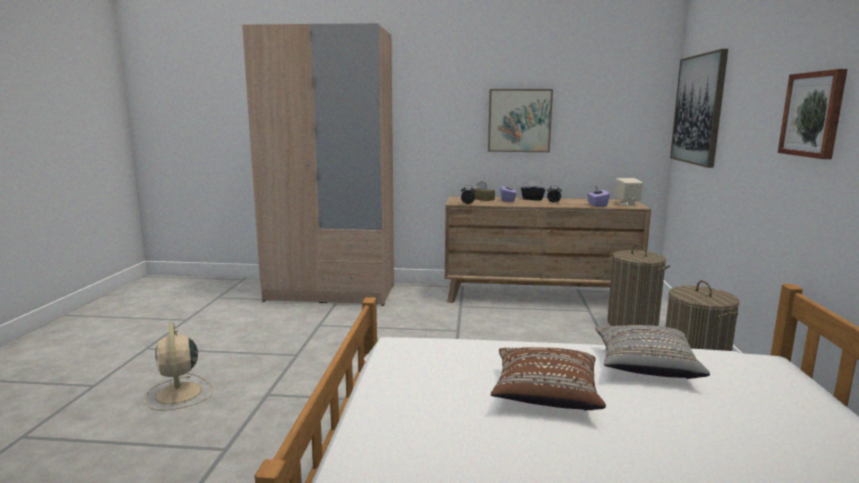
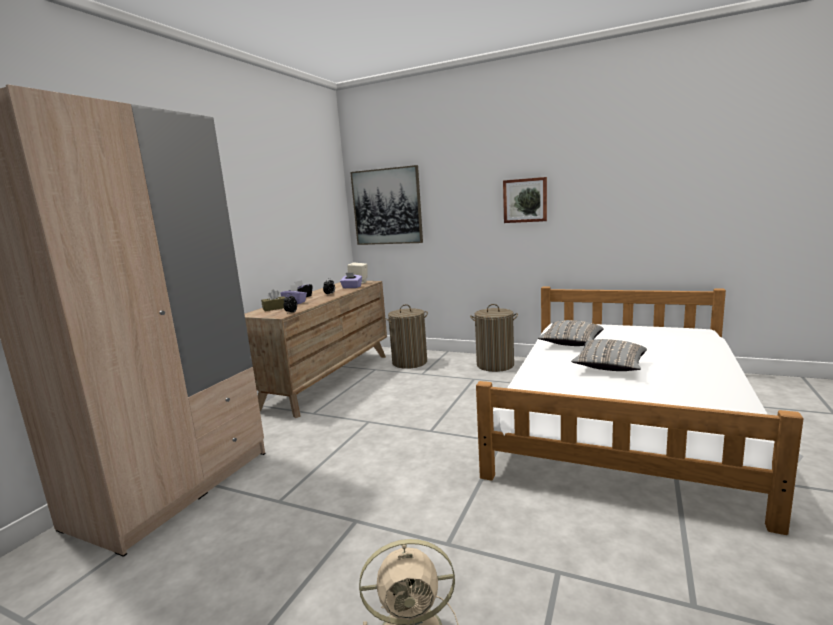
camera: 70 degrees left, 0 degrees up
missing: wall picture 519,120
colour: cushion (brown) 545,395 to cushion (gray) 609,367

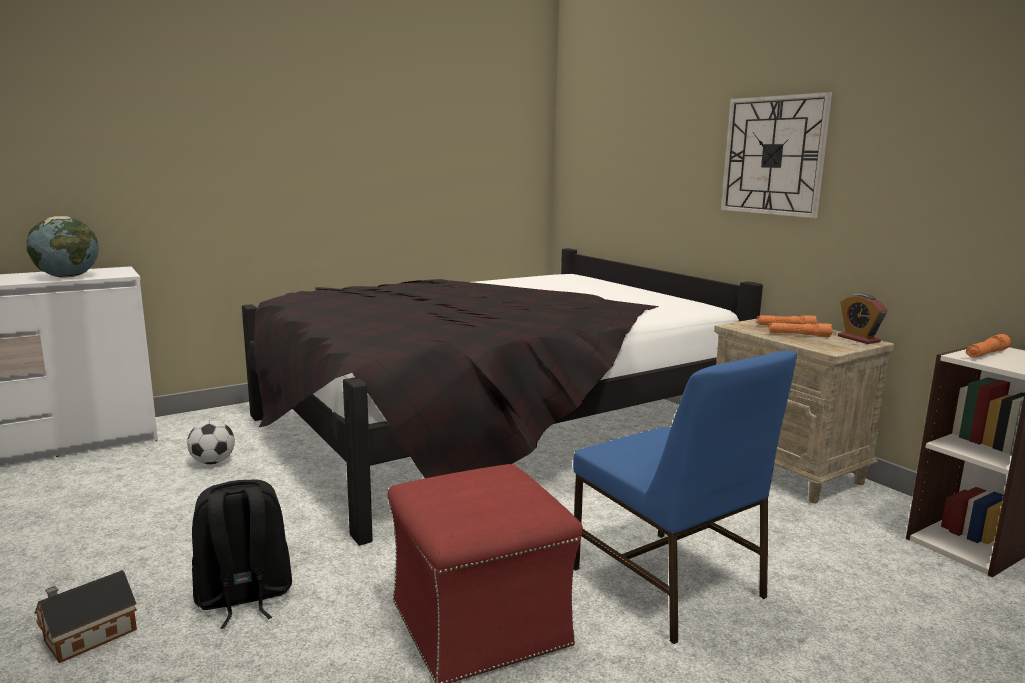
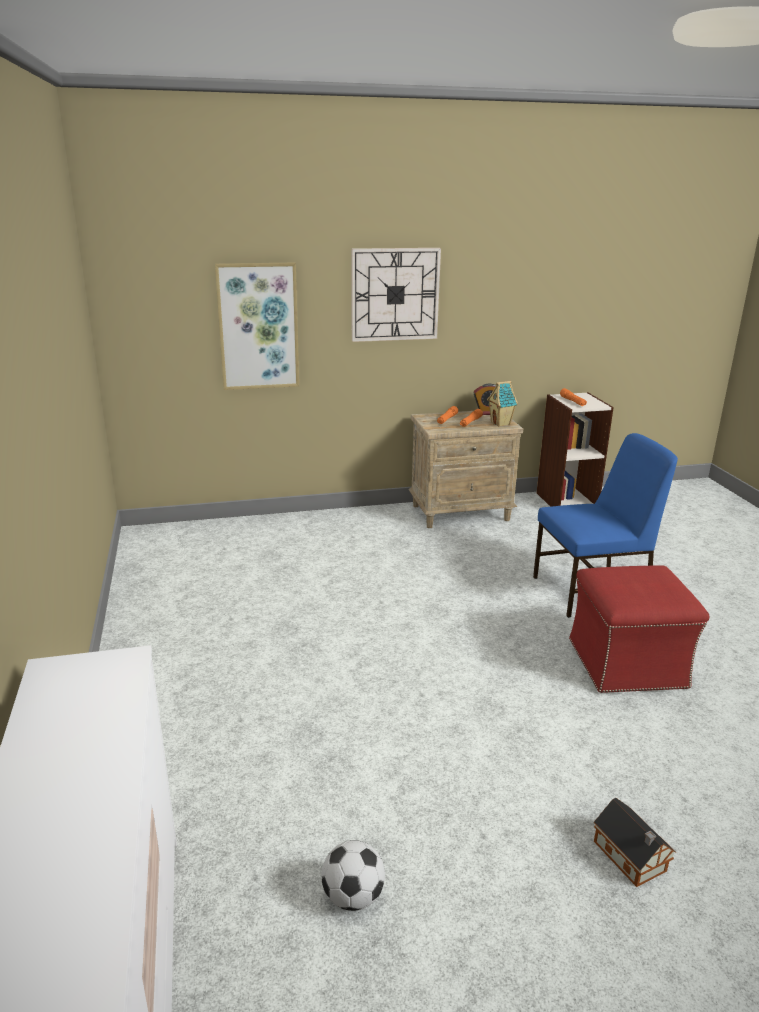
camera: 70 degrees left, 10 degrees up
missing: world globe 68,277; backpack (black-coloured) 243,597; bed (black-coloured) 492,426
appeared: wall picture 258,327; model house 501,423
relocated: ball for football 212,462 to 353,897

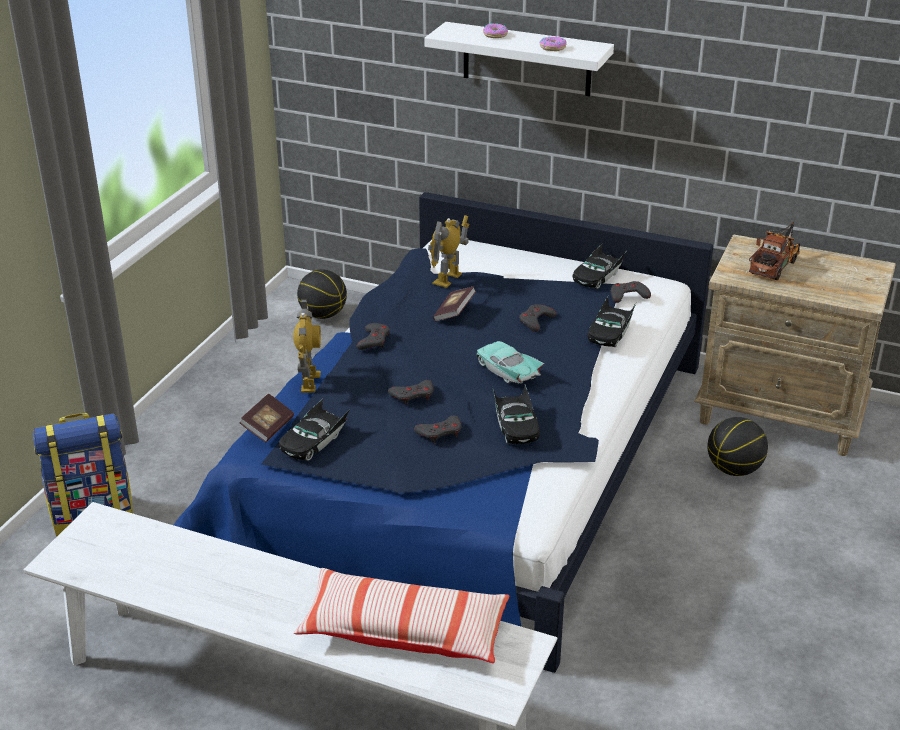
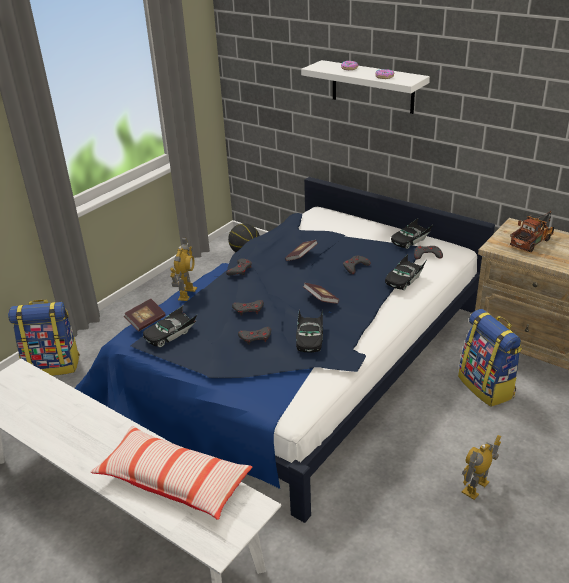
camera: 15 degrees right, 0 degrees up
relocated: robot figure 448,279 to 476,488
exchanged: miniature car (turquoise-coloured) 508,371 to bound book 321,300; ball for basketball 734,469 to backpack 487,387

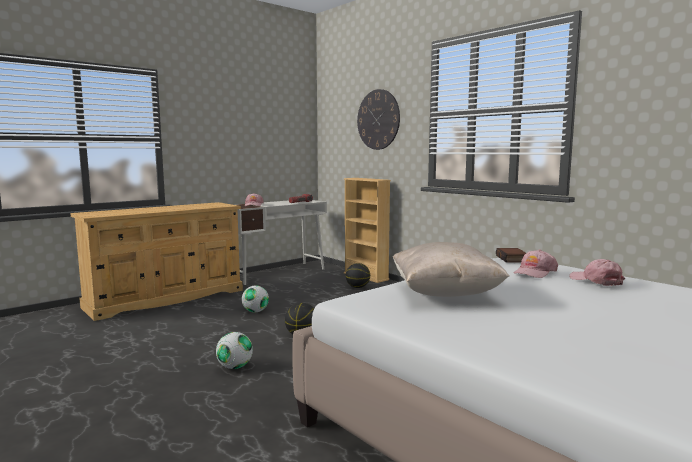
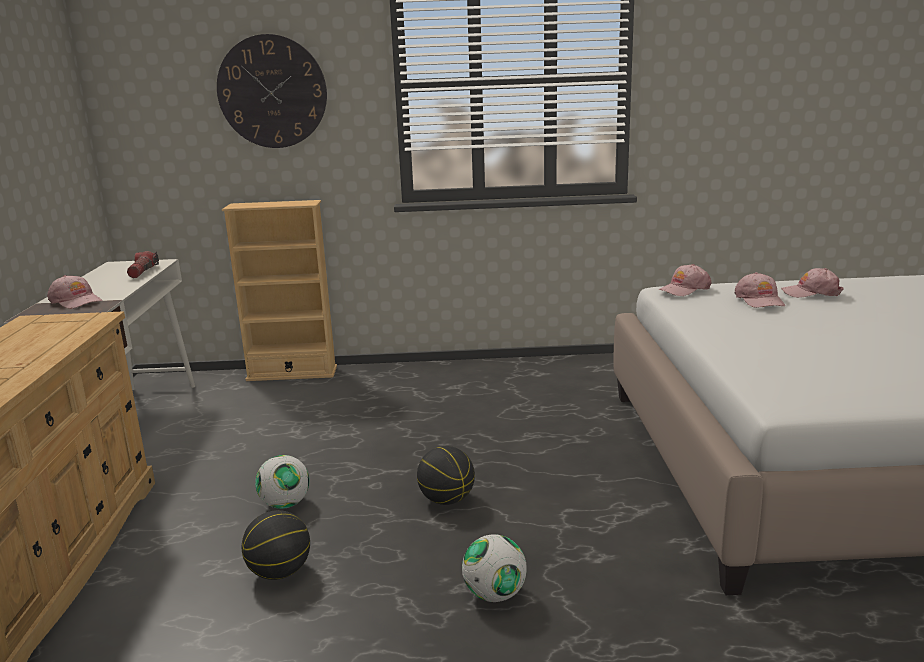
camera: 50 degrees left, 10 degrees up
missing: cushion (sand-coloured) 445,294
relocated: ball for basketball 357,287 to 279,572
exchanged: bound book 513,259 to peaked cap (pink) 684,289

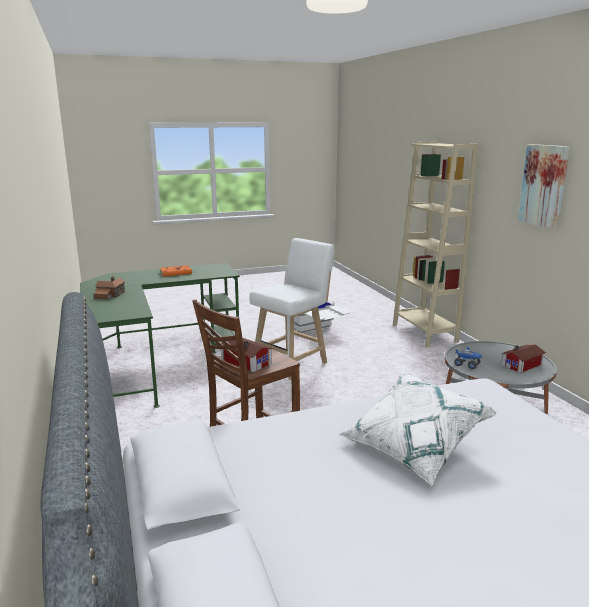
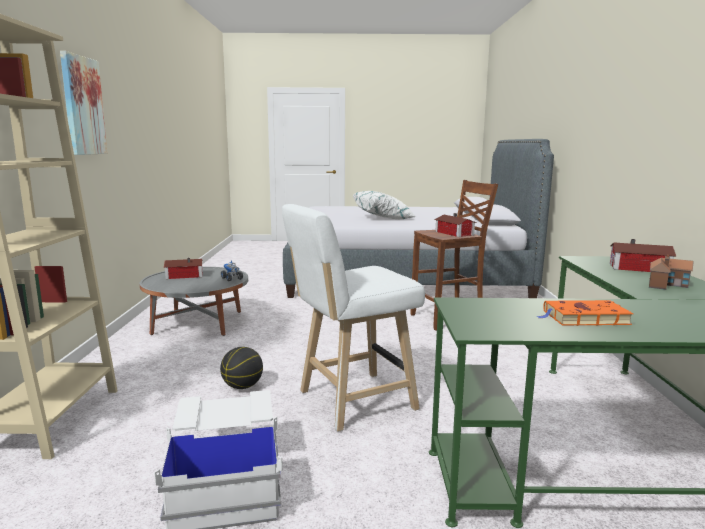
camera: 160 degrees left, 5 degrees down
appeared: ball for basketball 242,386; model house 641,268

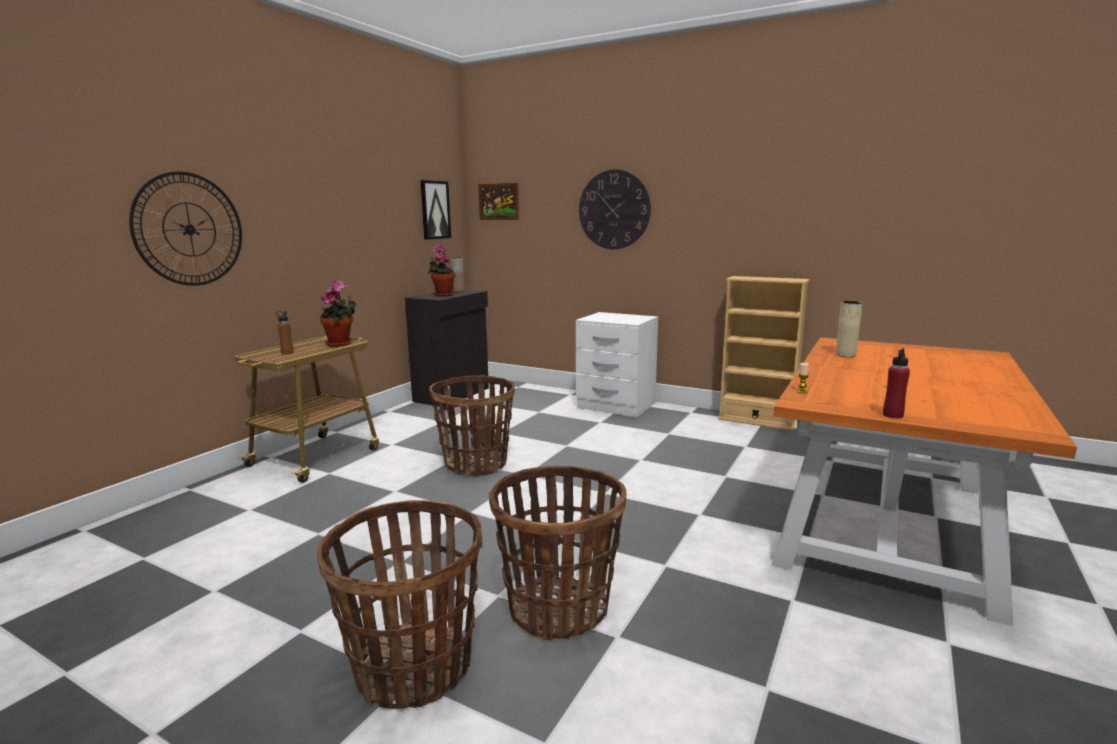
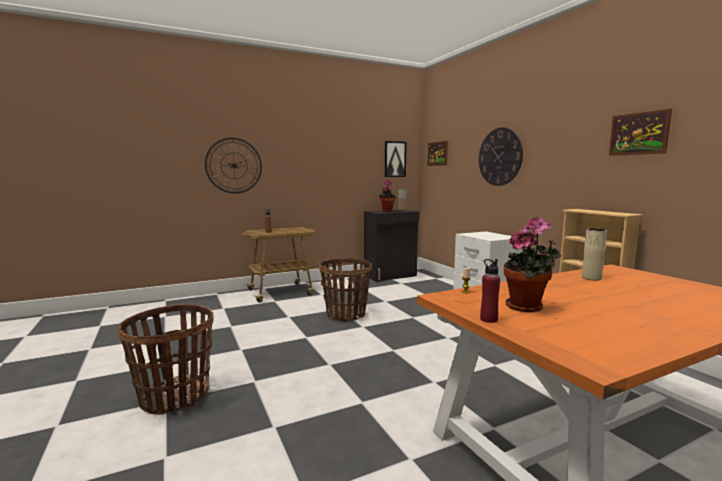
camera: 35 degrees right, 5 degrees down
missing: household basket 558,609
appeared: wall picture 638,133
relocated: houseplant 341,344 to 527,307

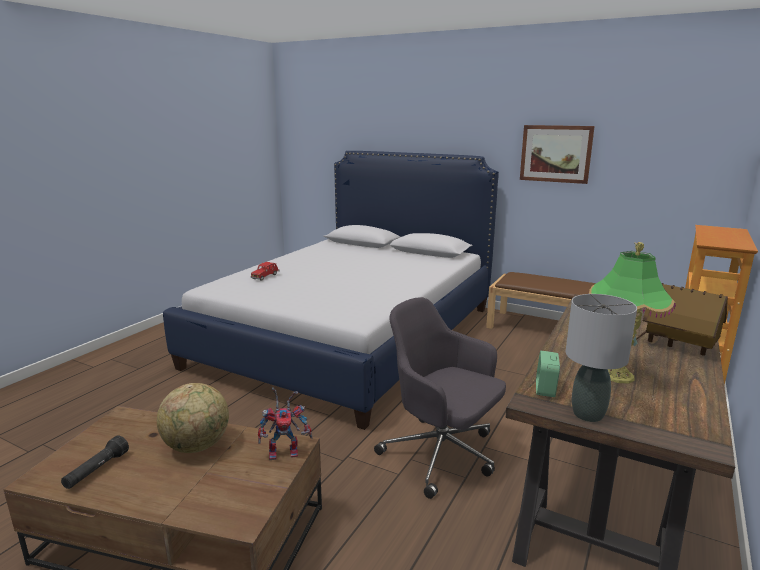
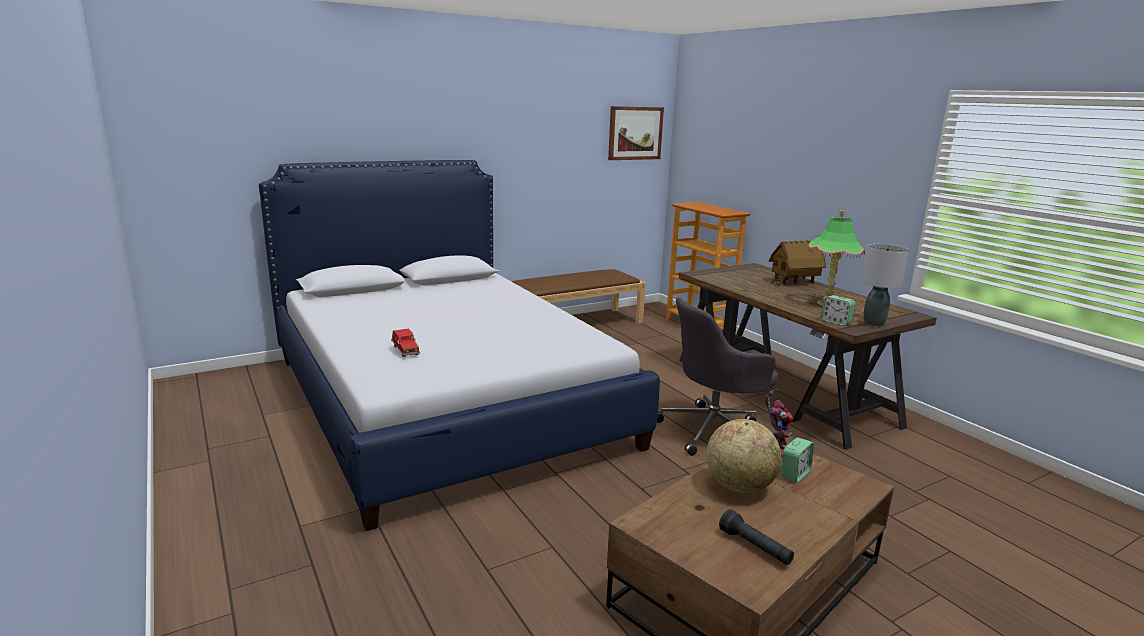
camera: 60 degrees left, 0 degrees up
appeared: alarm clock 795,474
relocated: wall picture 555,153 to 635,133

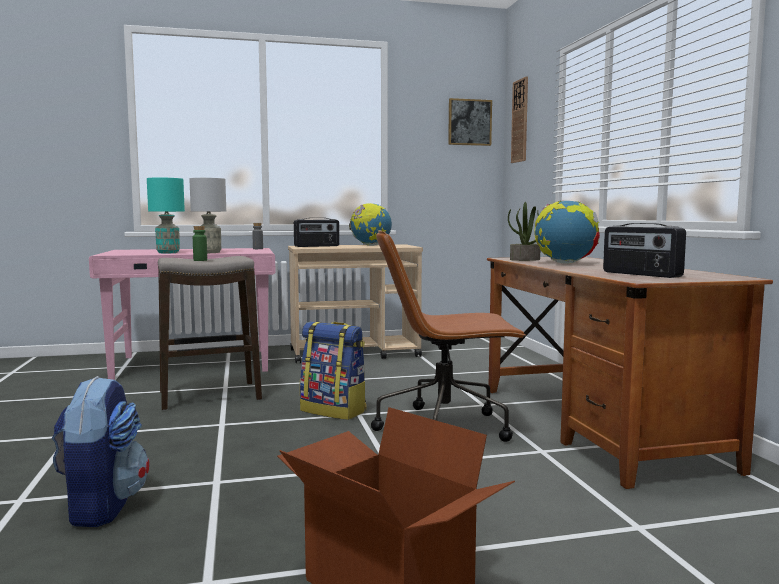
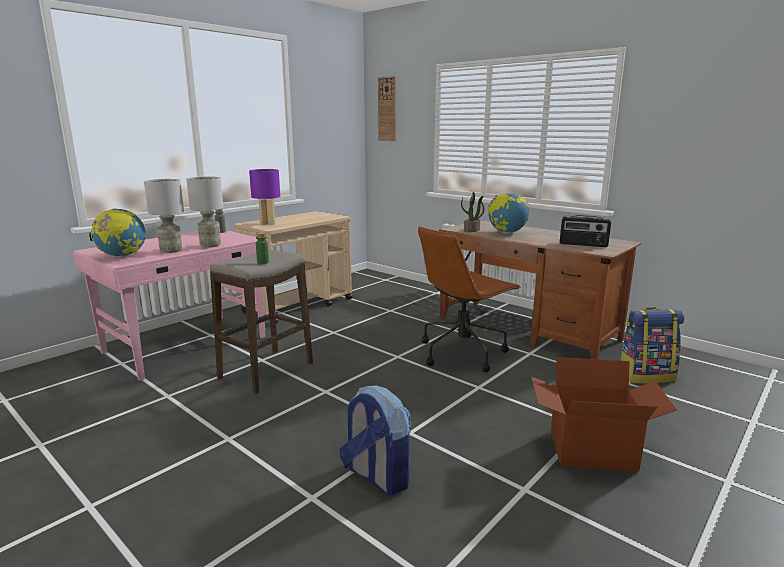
camera: 35 degrees left, 10 degrees up
missing: wall picture 469,122
relocated: backpack 334,411 to 646,376; world globe 370,245 to 122,257
exchanged: radio receiver 317,246 to table lamp (purplish) 267,223
colour: table lamp (turquoise-coloured) 168,253 to table lamp (gray) 171,251

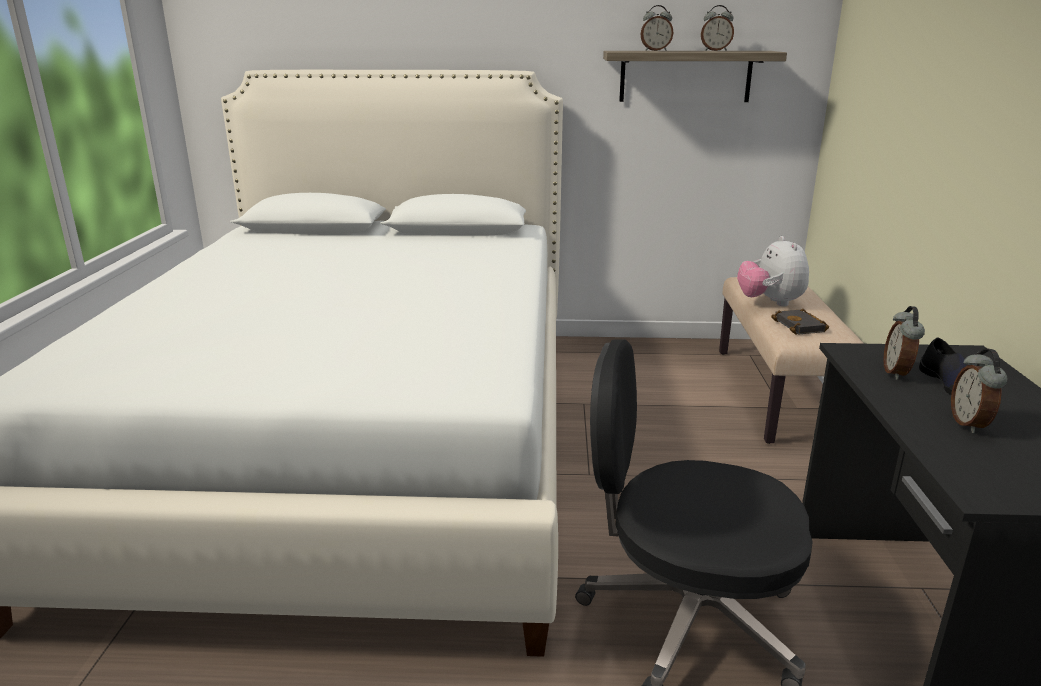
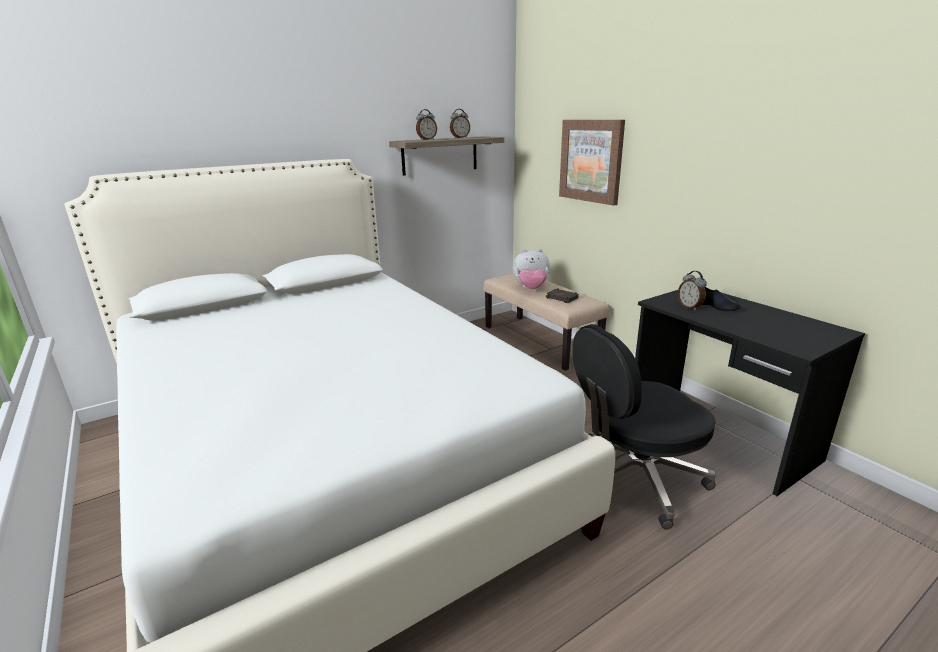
camera: 35 degrees left, 0 degrees up
missing: alarm clock 970,424
appeared: wall picture 591,161
spun: soft toy 770,302 = 531,289 45 degrees counterclockwise

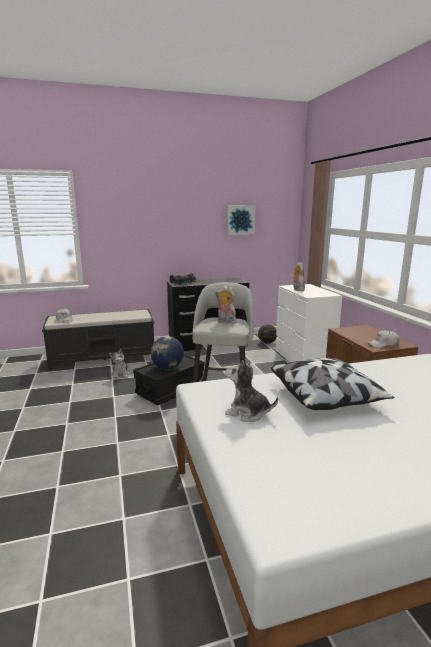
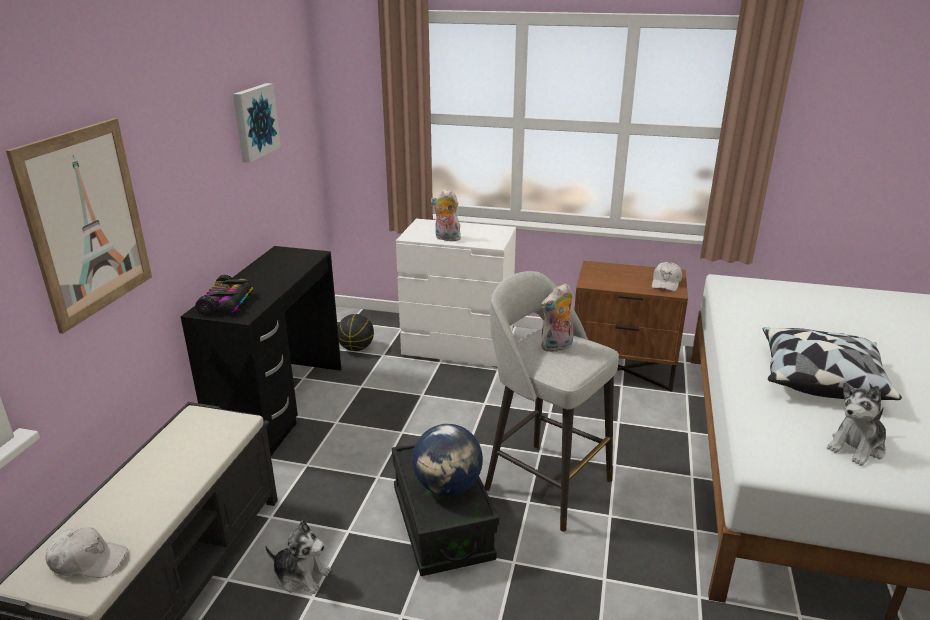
camera: 60 degrees left, 10 degrees up
appeared: wall picture 87,222

